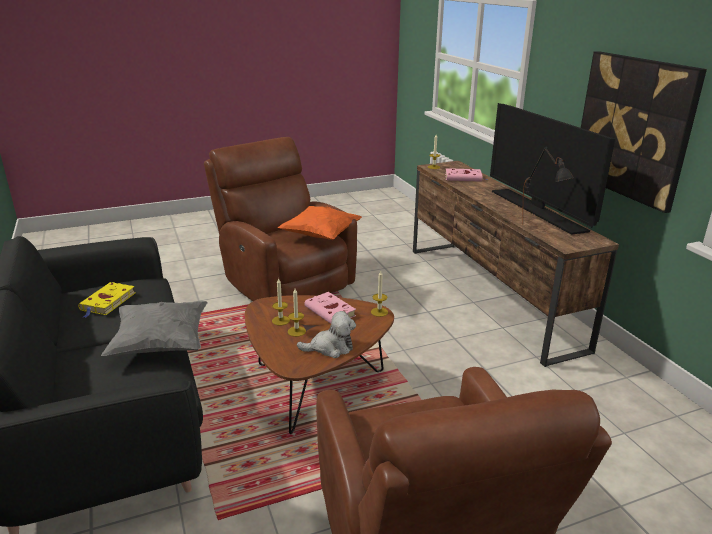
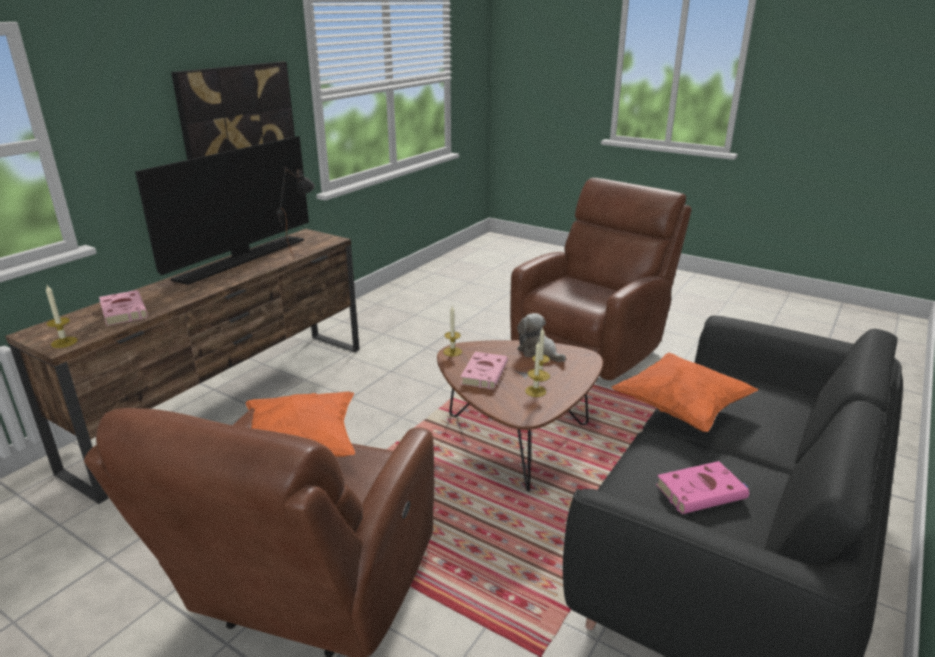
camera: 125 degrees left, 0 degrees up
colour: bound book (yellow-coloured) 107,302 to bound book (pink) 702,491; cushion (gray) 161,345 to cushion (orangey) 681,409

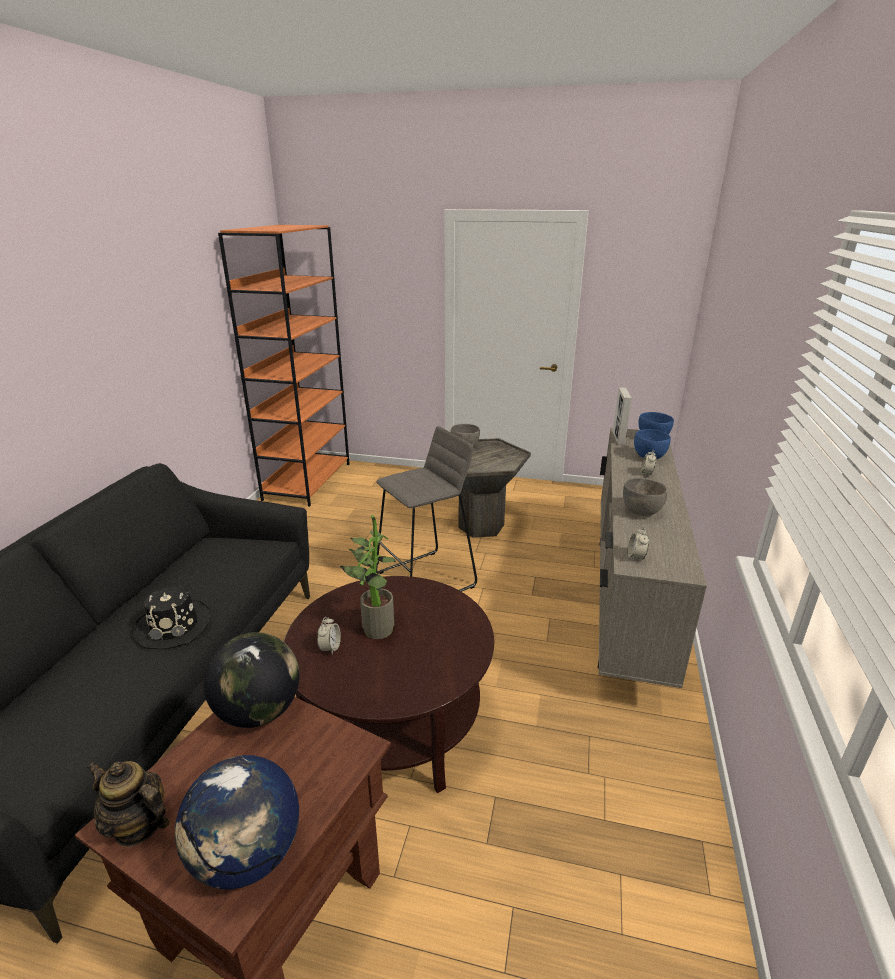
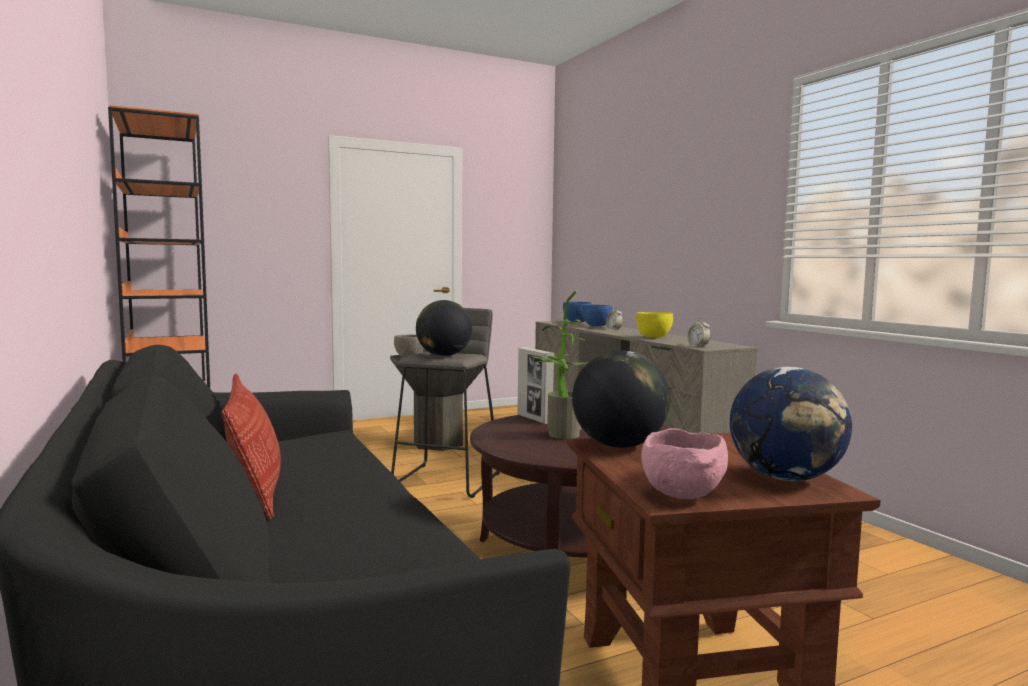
camera: 40 degrees left, 20 degrees down
missing: hat (black-coloured) 174,626; alarm clock 330,648
appeared: cushion 255,487; world globe 444,356
relocated: photo frame 618,439 to 534,419
exchanged: pot for tea 138,825 to serving bowl (pink) 684,496
colour: serving bowl (gray) 641,512 to serving bowl (yellow-coloured) 654,337

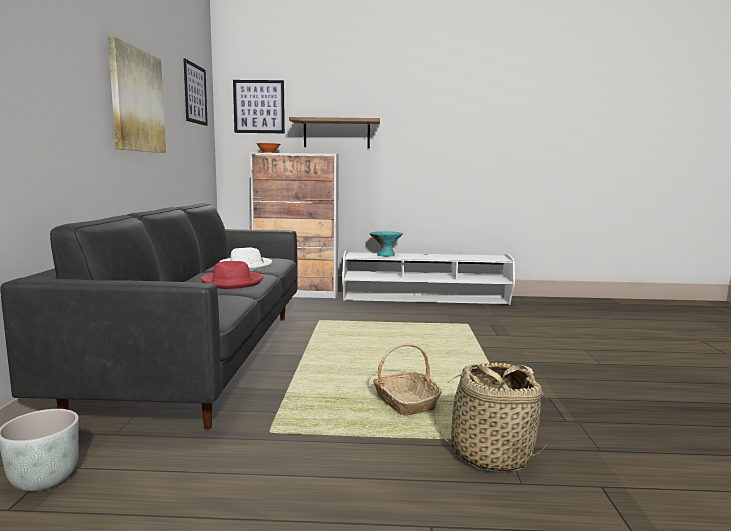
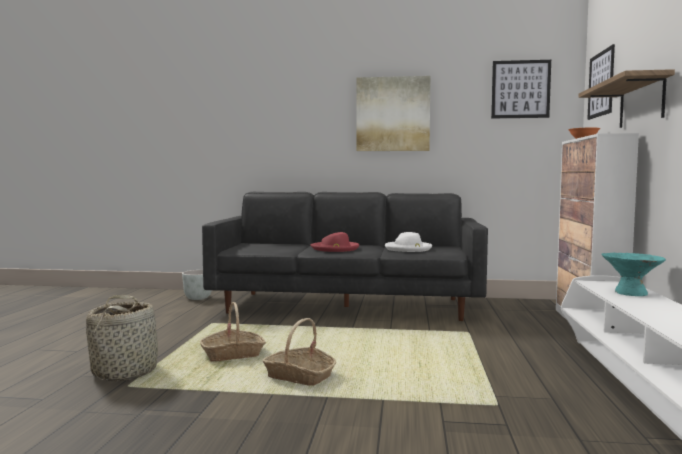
camera: 95 degrees right, 5 degrees down
appeared: household basket 299,376

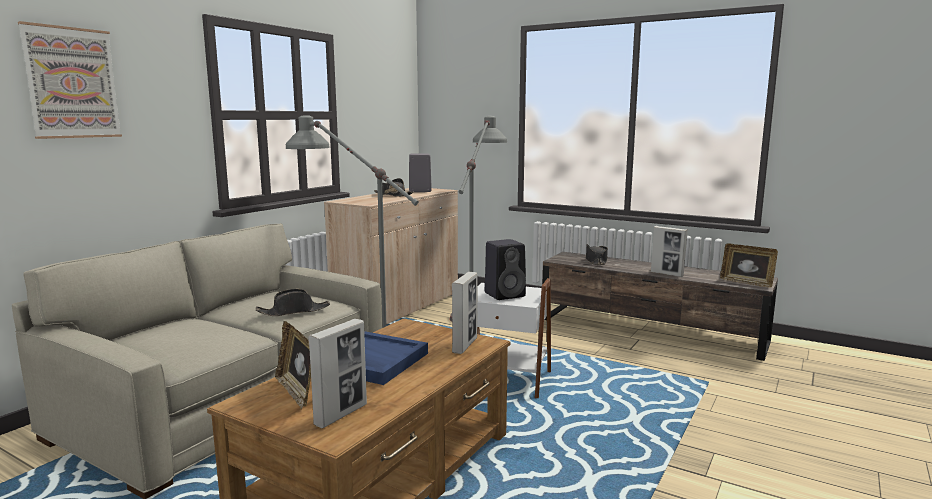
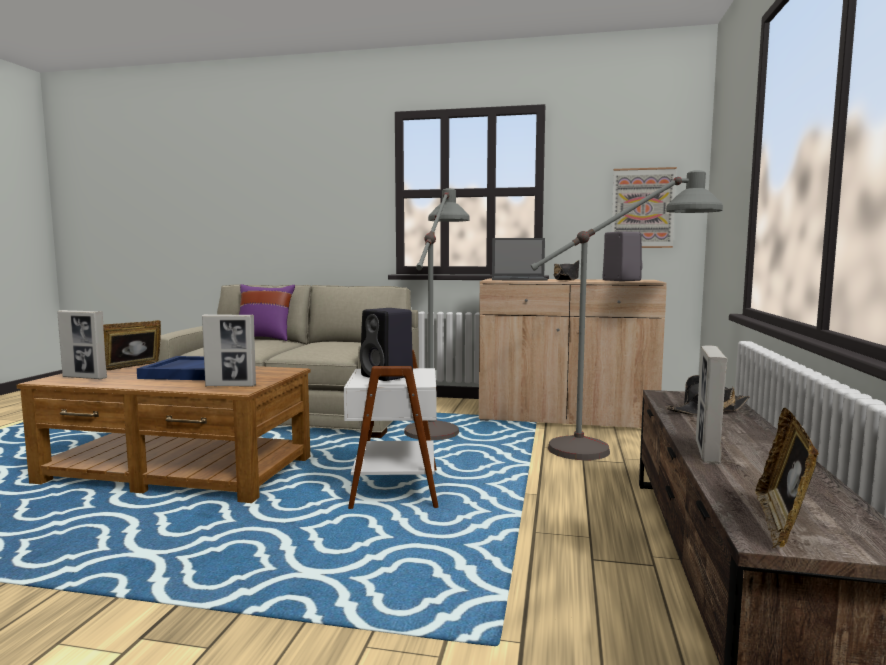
camera: 70 degrees right, 5 degrees down
missing: hat (black-coloured) 294,311
appeared: cushion (purplish) 265,338; notebook computer 519,279
relocated: wall picture 72,83 to 642,208

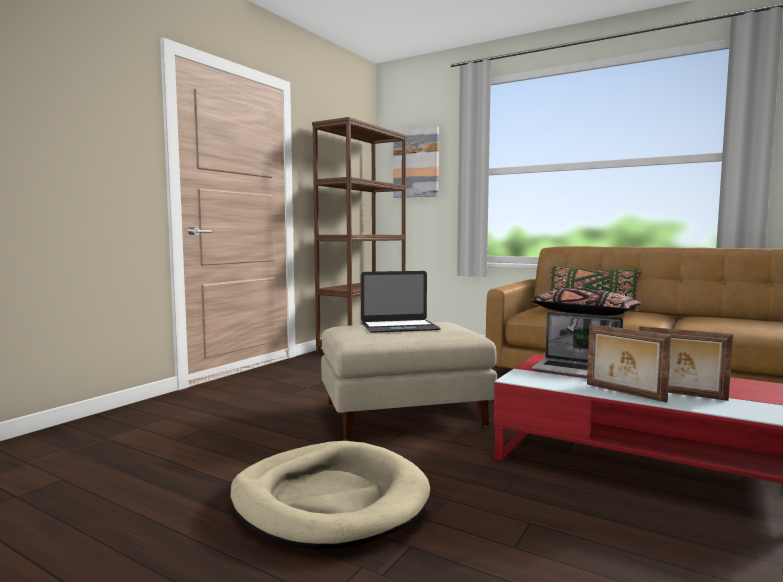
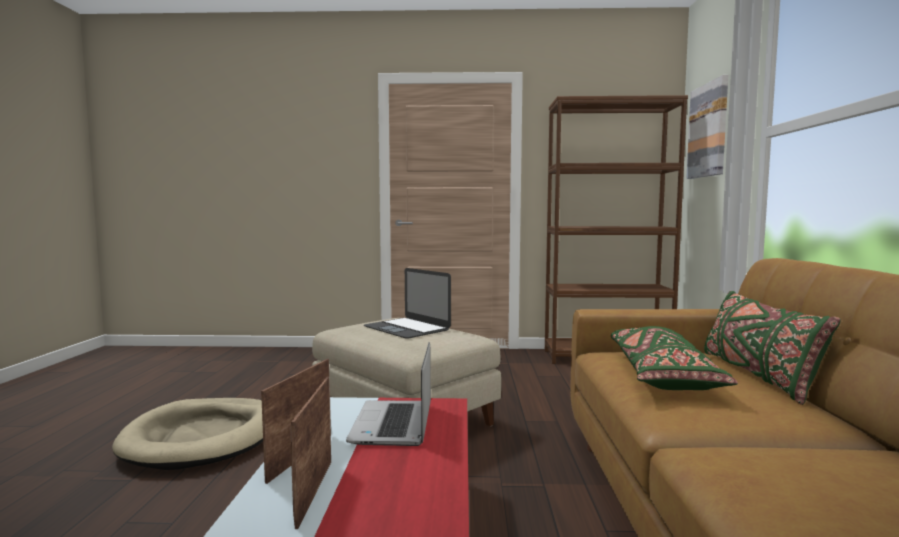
camera: 60 degrees right, 0 degrees up
colour: cushion (black-coloured) 583,313 to cushion (green-coloured) 661,375

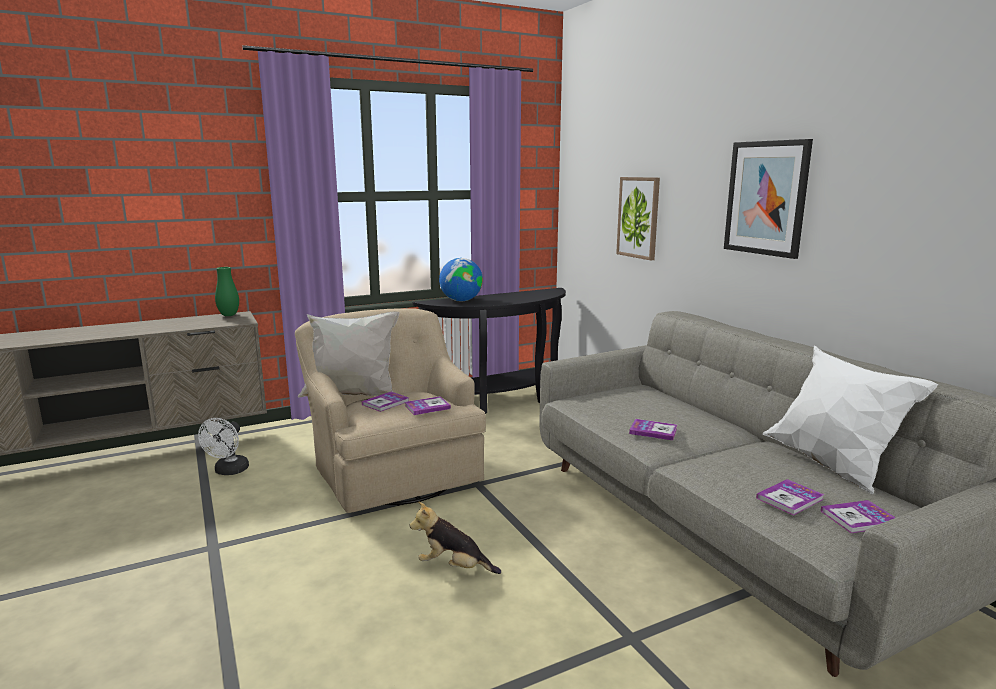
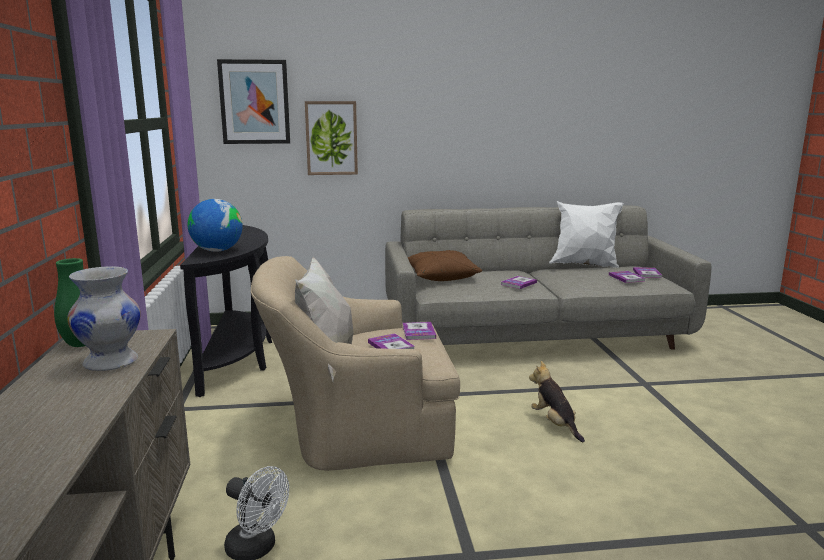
camera: 70 degrees left, 0 degrees up
appeared: flower vase (whitish) 112,362; cushion (brown) 441,277
relocated: wall picture 766,198 to 254,102
spun: soft toy 454,567 = 555,424 120 degrees clockwise

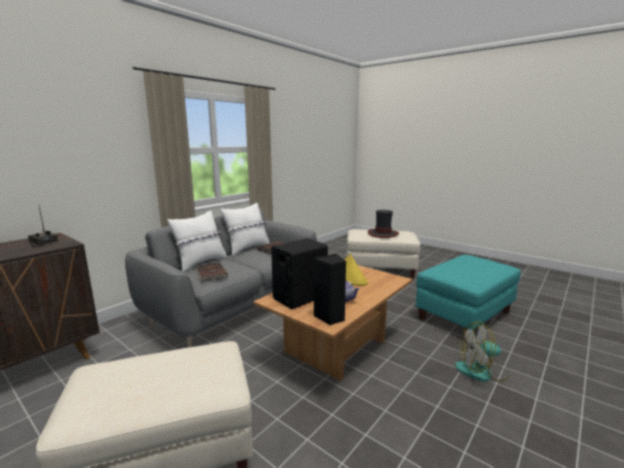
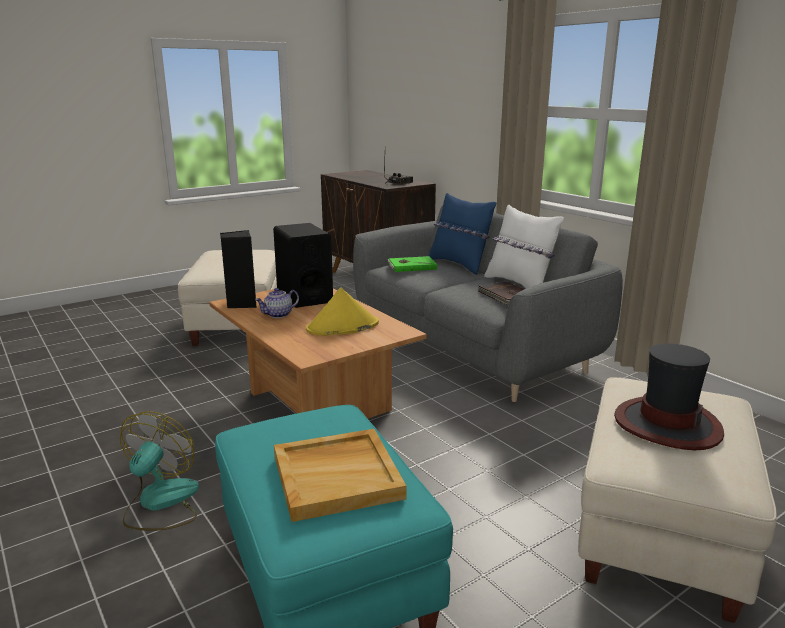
camera: 105 degrees right, 5 degrees up
appeared: tray (sand-coloured) 338,476
colour: cushion (whitish) 201,263 to cushion (bluish) 459,264; bound book (brown) 211,273 to bound book (green-coloured) 411,266

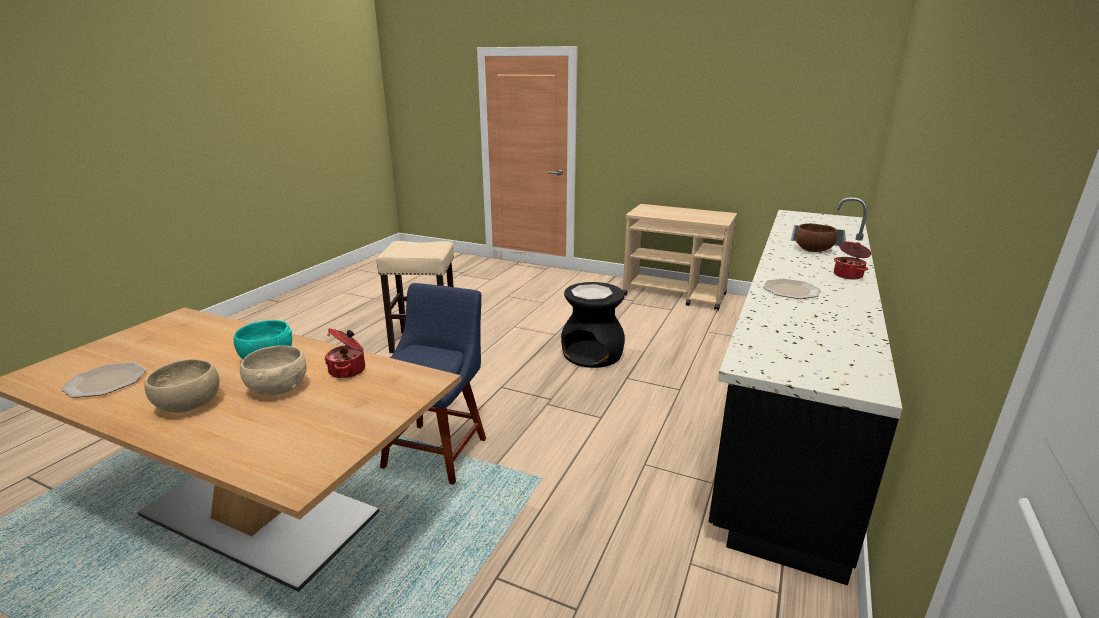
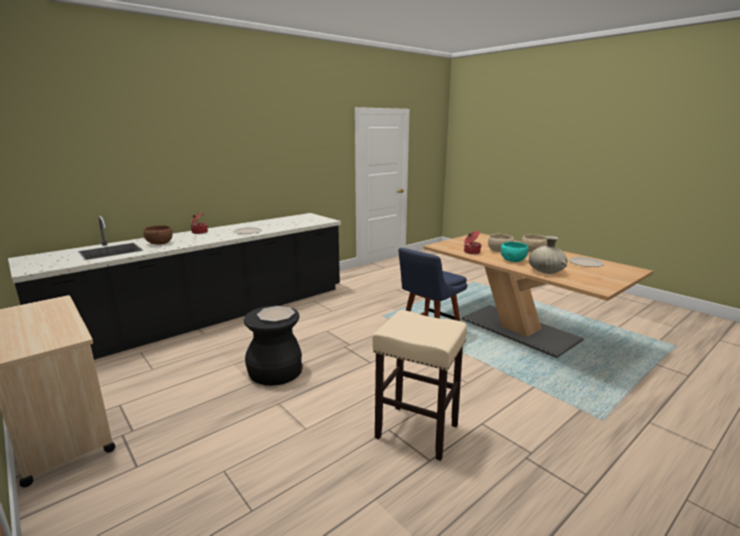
camera: 155 degrees left, 5 degrees down
appeared: flower vase (sand-coloured) 546,272

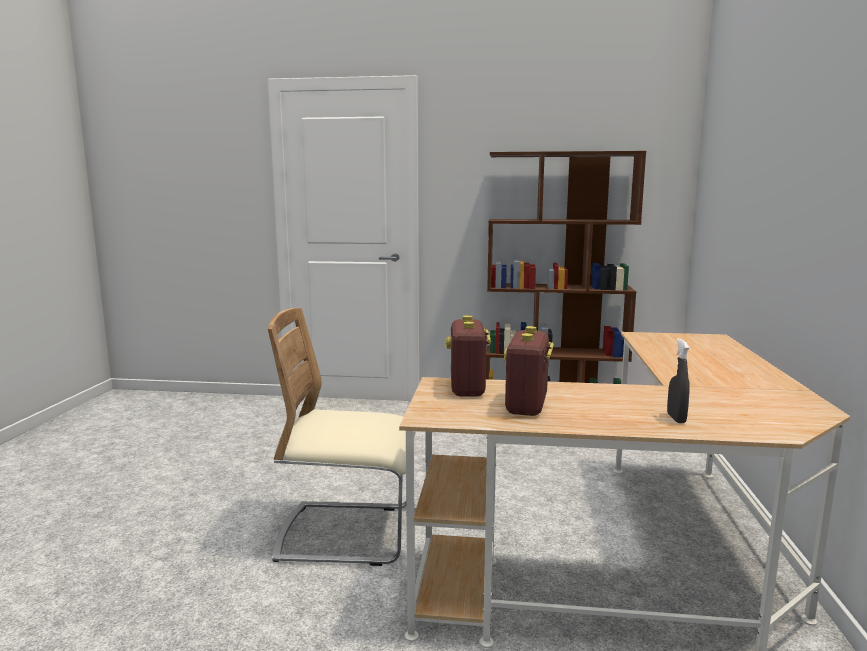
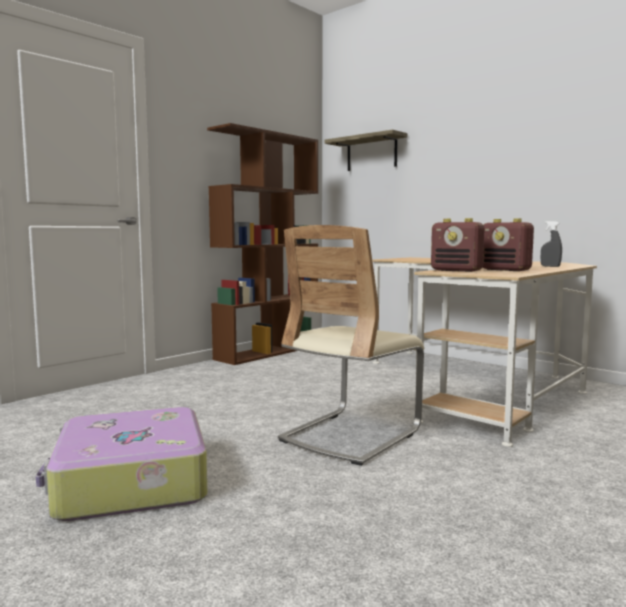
camera: 55 degrees left, 5 degrees down
appeared: suitcase 130,483; shelf 371,153

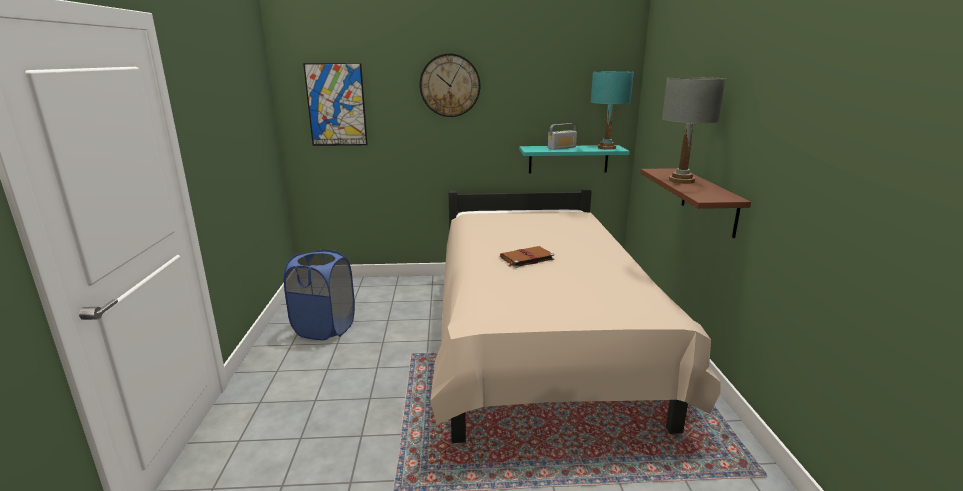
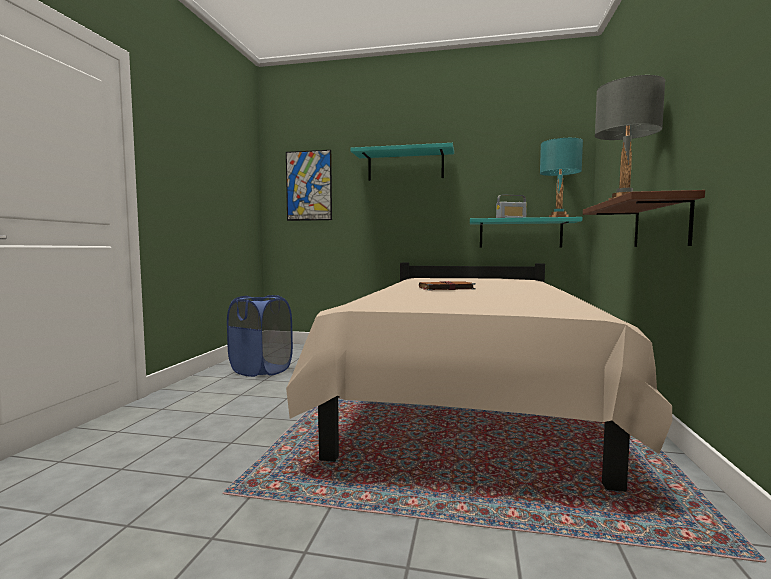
camera: 15 degrees right, 15 degrees down
exchanged: wall clock 450,85 to shelf (turquoise-coloured) 405,166

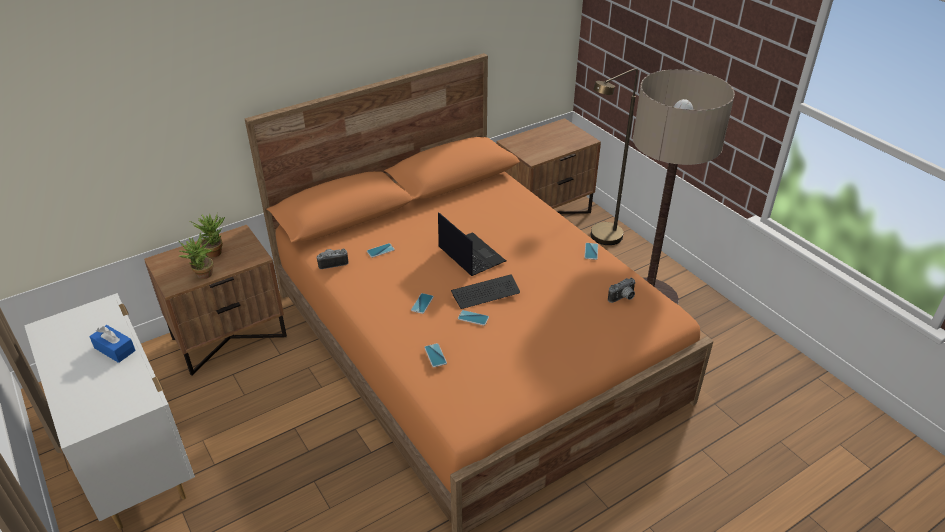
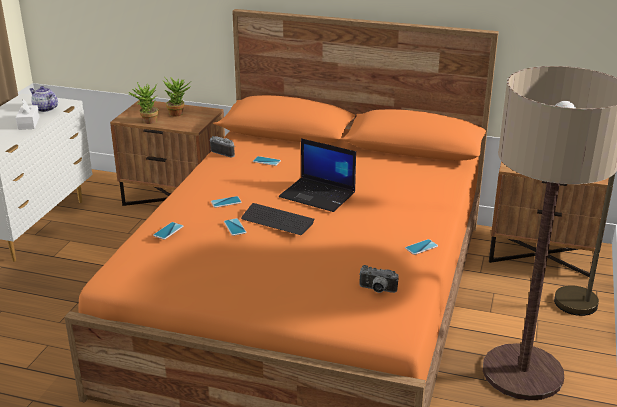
camera: 50 degrees right, 10 degrees down
appeared: pot for tea 45,109
colour: tissue holder (bluish) 115,349 to tissue holder (whitish) 28,123
spun: notebook computer 470,254 = 318,195 105 degrees clockwise

